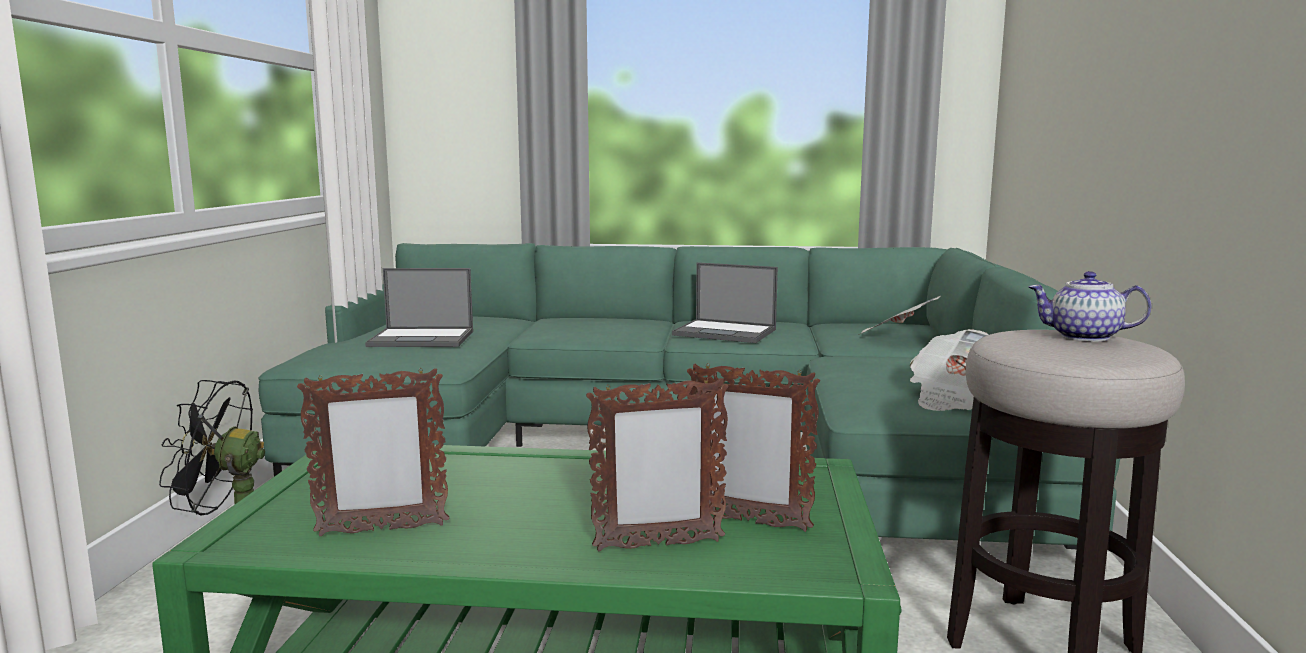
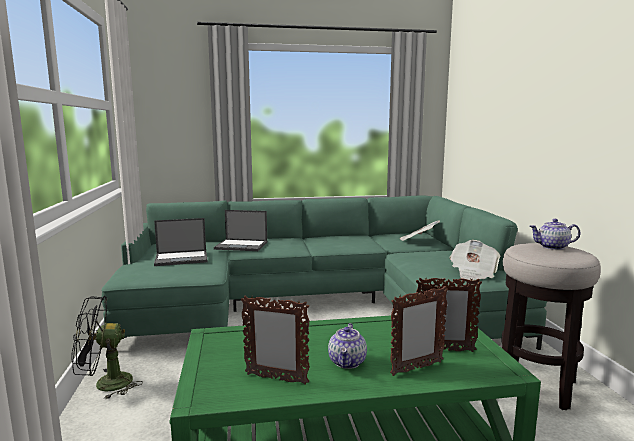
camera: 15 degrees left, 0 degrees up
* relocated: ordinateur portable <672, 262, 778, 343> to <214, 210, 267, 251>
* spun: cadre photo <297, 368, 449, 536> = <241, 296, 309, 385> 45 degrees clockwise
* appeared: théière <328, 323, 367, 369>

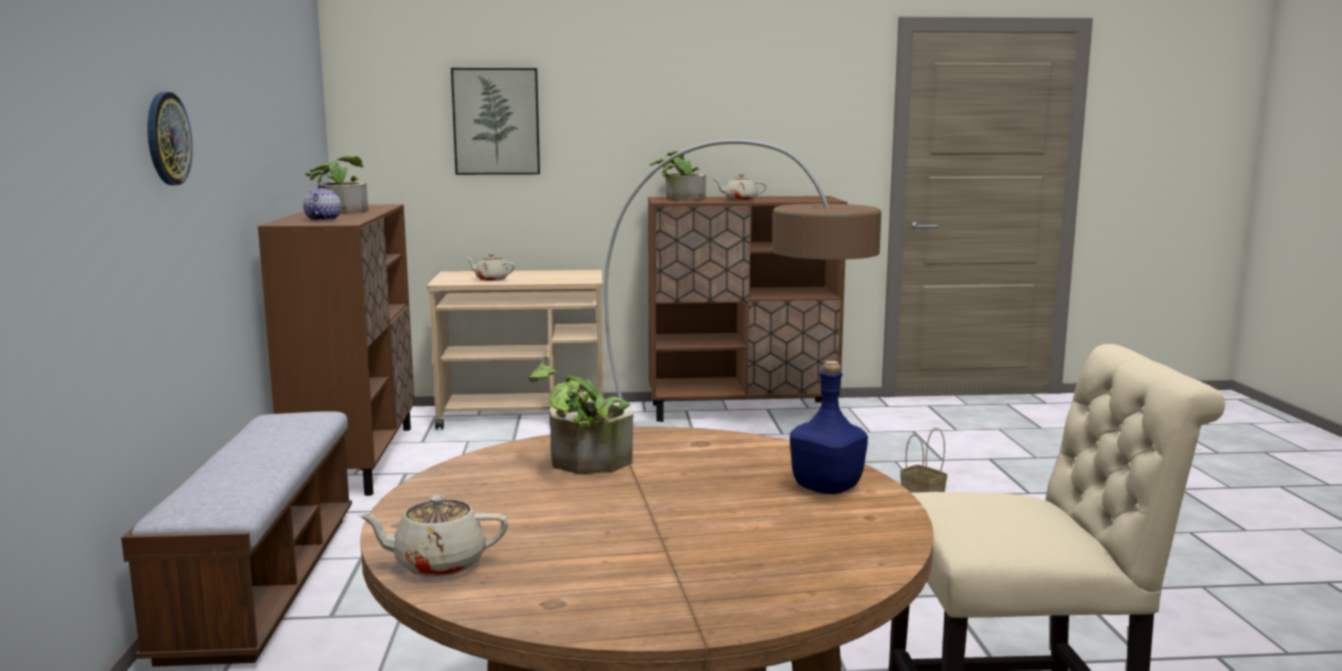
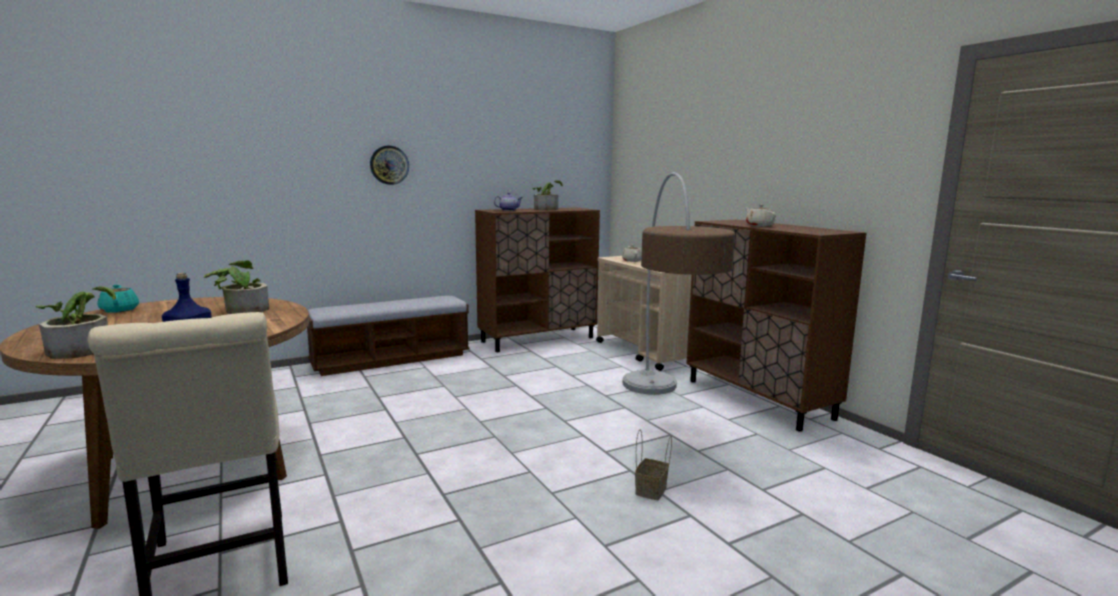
camera: 65 degrees right, 0 degrees up
* missing: tableau <451, 68, 540, 175>
* relocated: plante en pot <649, 151, 706, 201> to <36, 286, 116, 359>
* colour: théière [beige] <358, 495, 508, 577> to théière [turquoise] <98, 284, 139, 313>

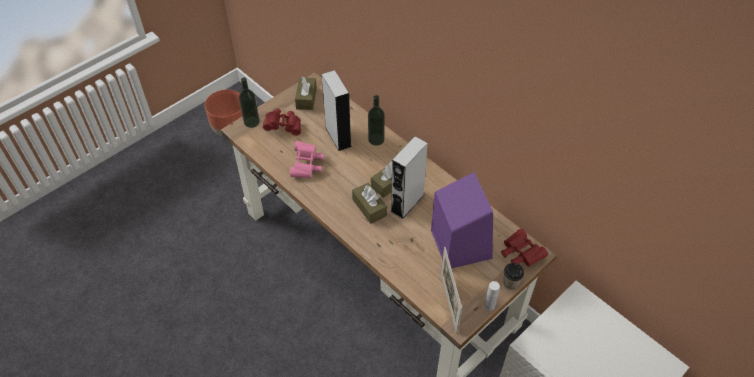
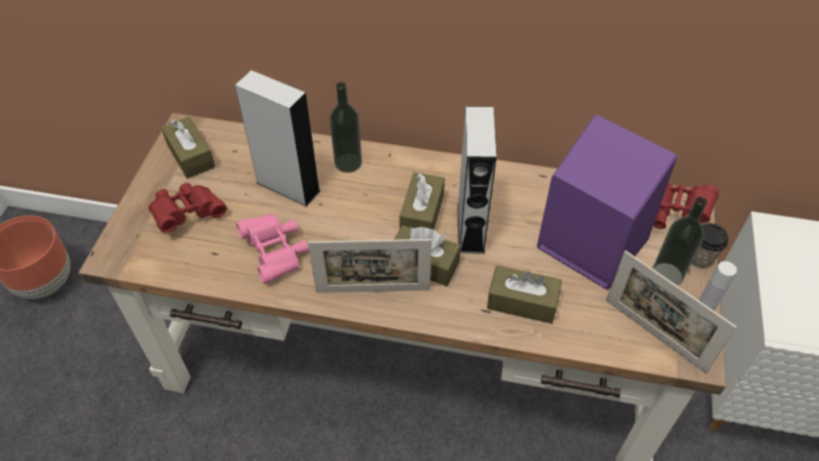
camera: 35 degrees left, 0 degrees up
* relocated: bouteille <239, 77, 260, 128> to <652, 197, 707, 286>
* appeared: cadre photo <308, 239, 432, 293>
* appeared: boîte à mouchoirs [marron] <487, 265, 562, 324>

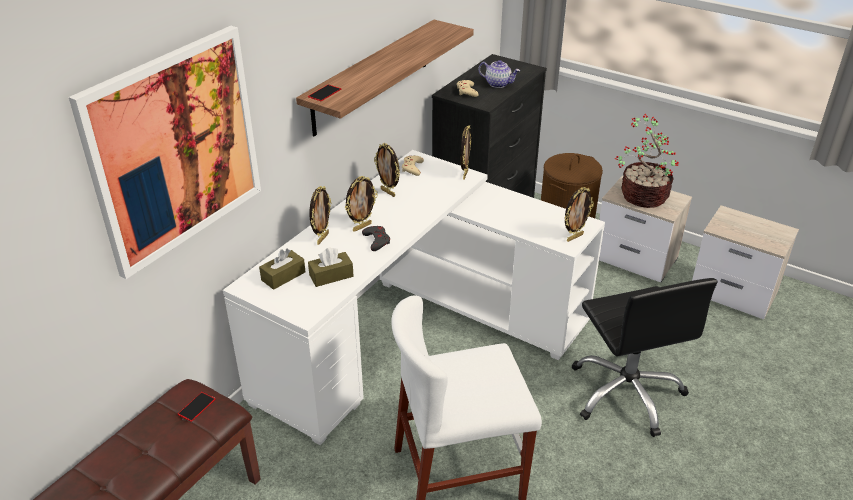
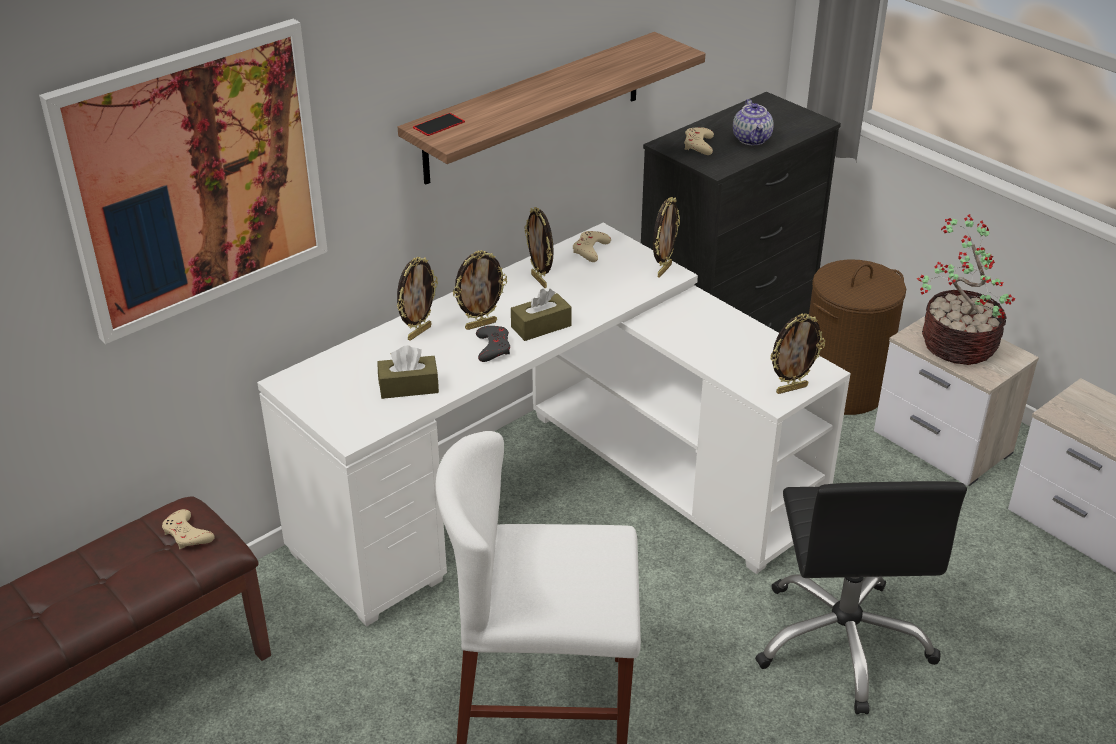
camera: 15 degrees right, 0 degrees up
* spun: théière <478, 60, 520, 88> = <733, 99, 774, 145> 45 degrees clockwise
* relocated: boîte à mouchoirs [marron] <259, 248, 305, 290> to <511, 289, 572, 341>
* exchanged: téléphone <178, 392, 216, 422> to manette [beige] <162, 509, 215, 550>

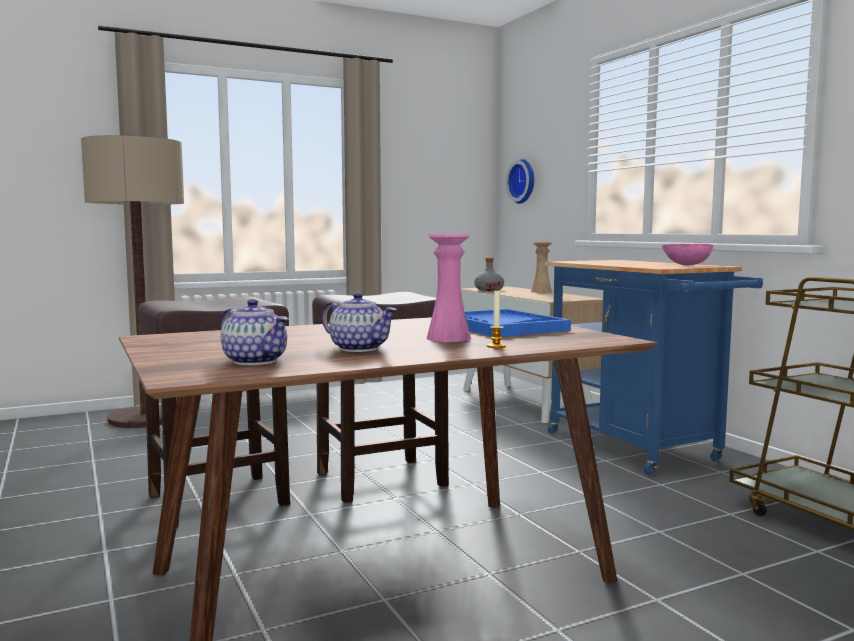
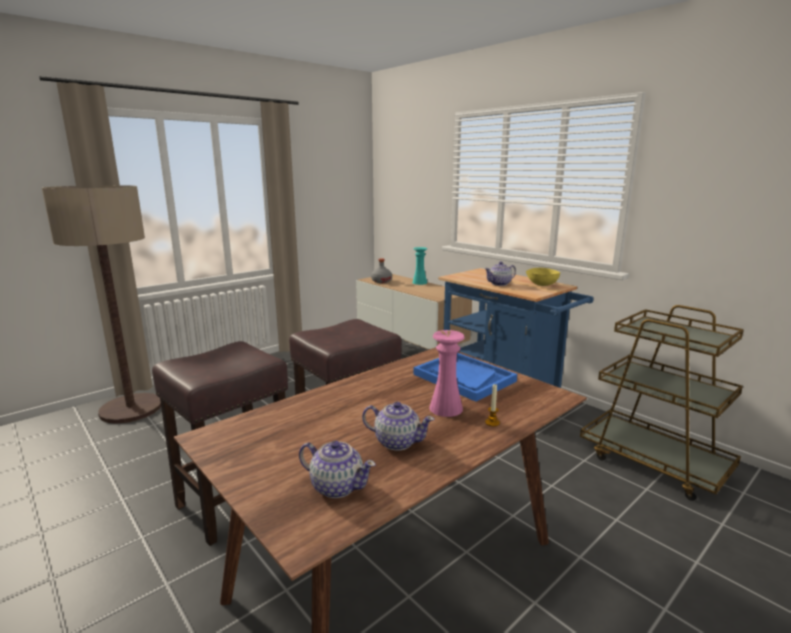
camera: 15 degrees left, 10 degrees up
* missing: horloge murale <506, 158, 534, 204>
* colour: vase [beige] <531, 242, 552, 293> to vase [turquoise] <412, 247, 427, 285>
* colour: bol [rose] <662, 244, 713, 265> to bol [jaune] <526, 268, 560, 286>
* appeared: théière <485, 261, 516, 286>

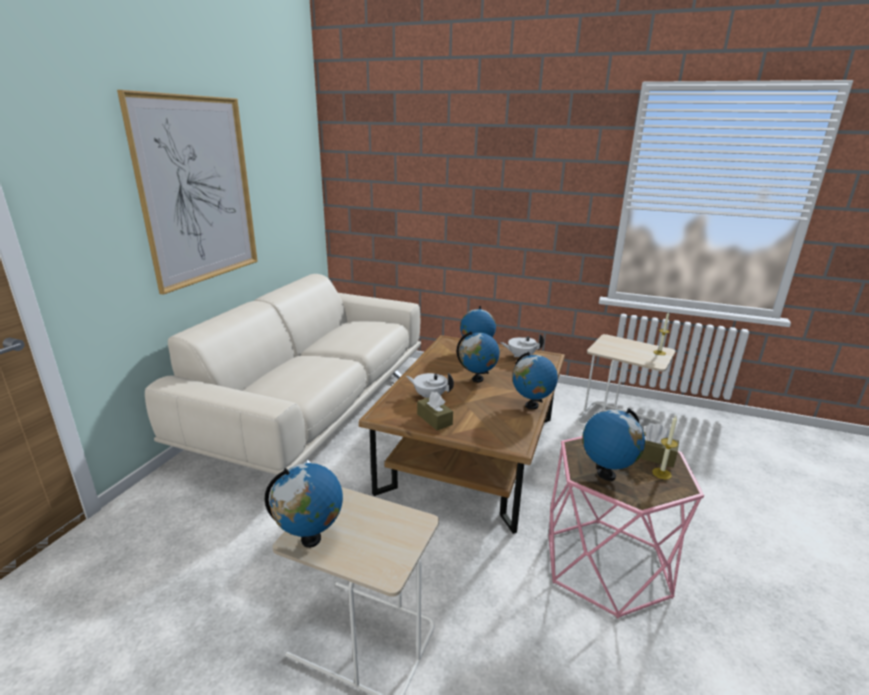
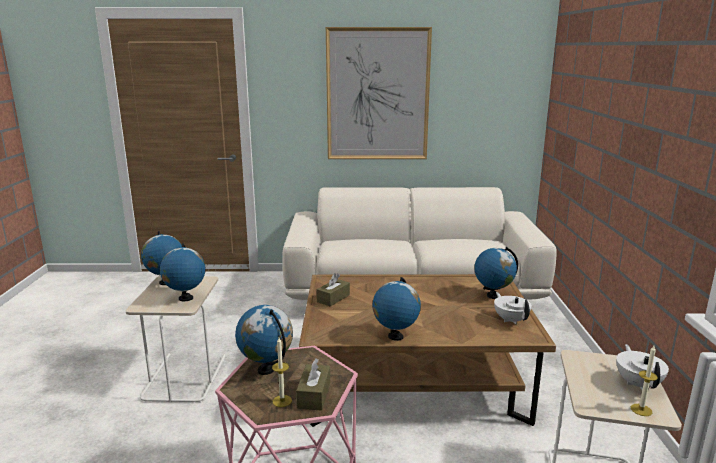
camera: 70 degrees right, 5 degrees down
* relocated: globe <457, 331, 500, 382> to <160, 244, 206, 301>
* relocated: théière [blanc] <406, 373, 454, 398> to <616, 344, 669, 390>

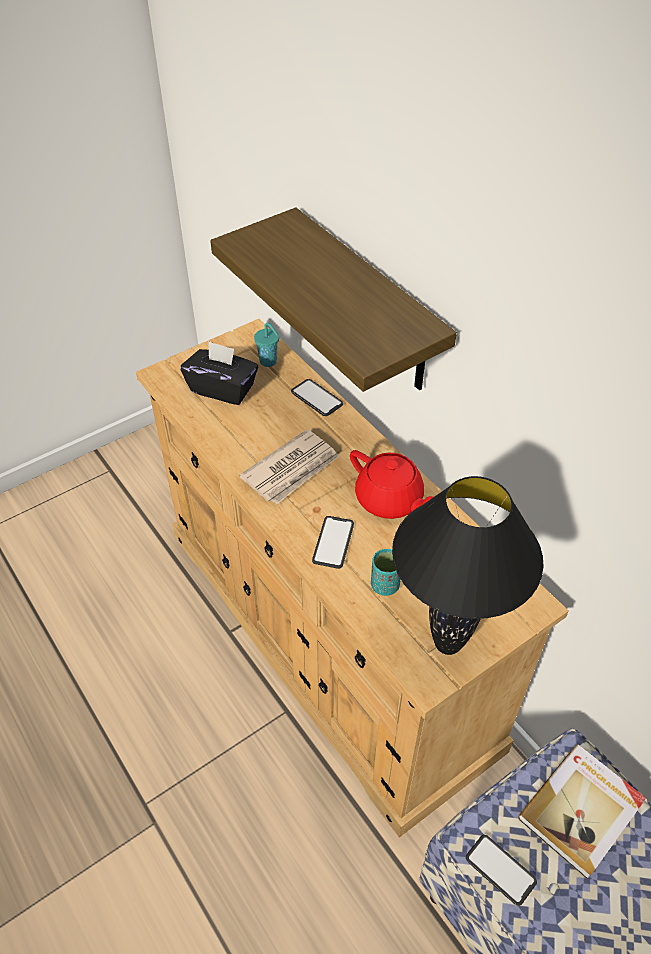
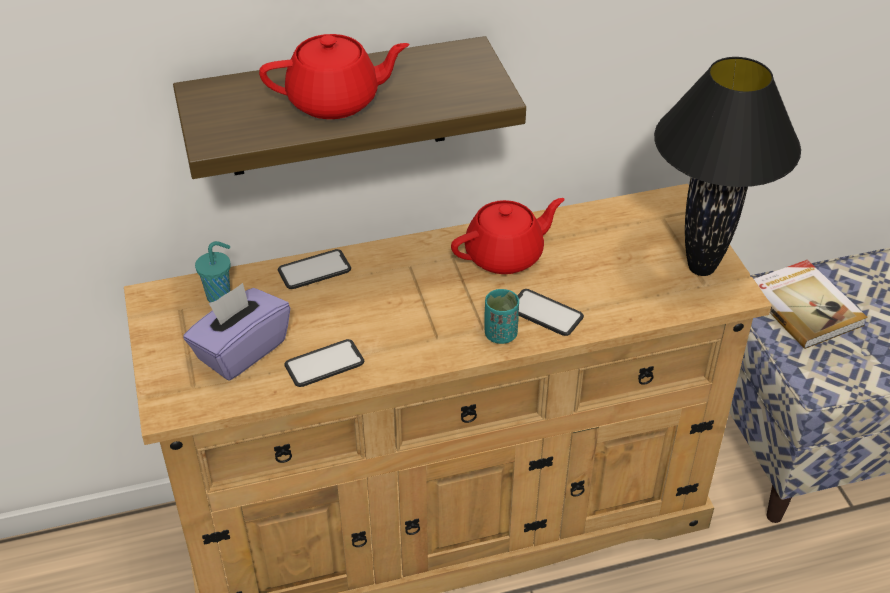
camera: 70 degrees left, 5 degrees down
* colour: boîte à mouchoirs [noir] <181, 341, 258, 405> to boîte à mouchoirs [violet] <183, 283, 290, 381>
* missing: journal <239, 429, 340, 505>
* relocated: tasse [turquoise] <371, 549, 401, 596> to <485, 289, 519, 344>
* relocated: téléphone <466, 835, 537, 906> to <284, 339, 364, 387>
* appeared: théière [rouge] <259, 34, 410, 119>

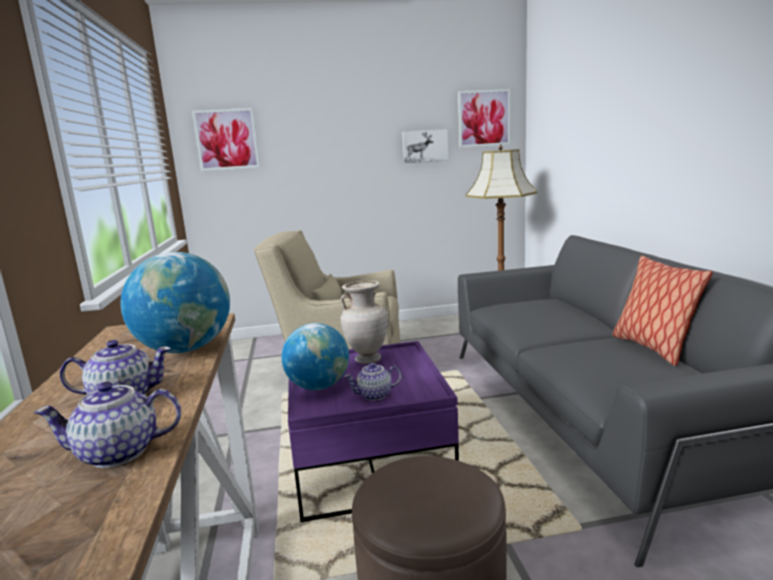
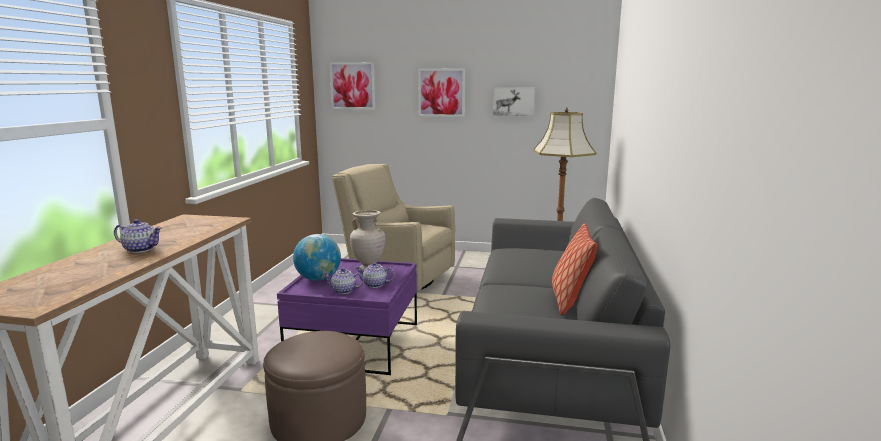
camera: 20 degrees right, 0 degrees up
* relocated: tableau <458, 89, 510, 148> to <418, 69, 465, 117>
* missing: globe <121, 252, 230, 353>
* relocated: théière <34, 382, 181, 468> to <355, 262, 395, 288>

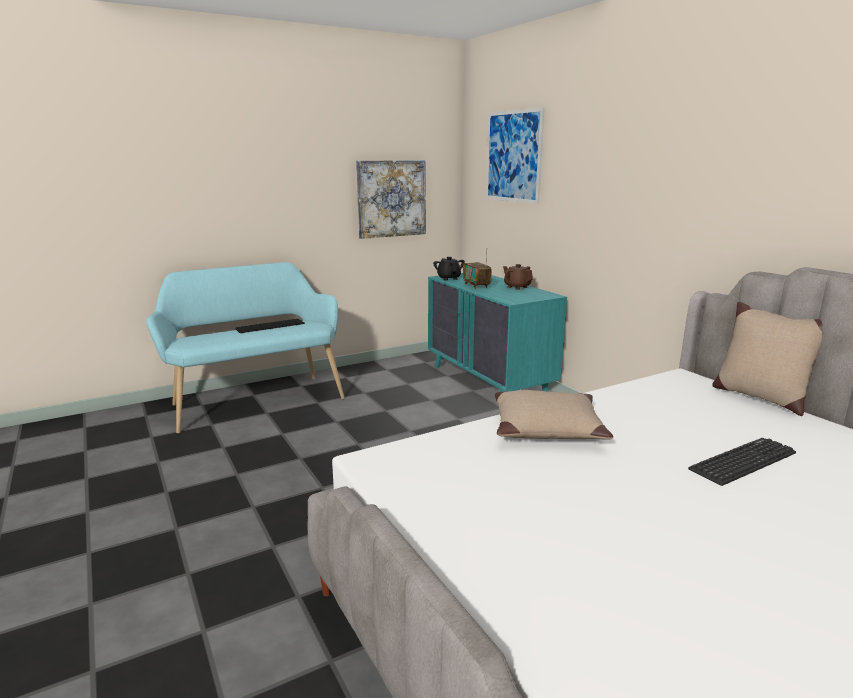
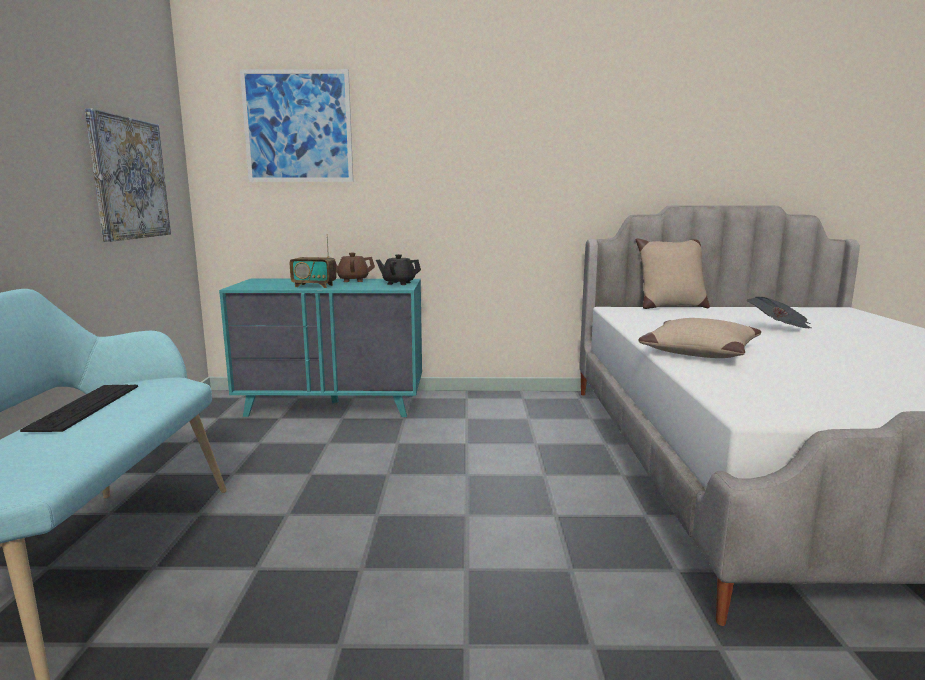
camera: 60 degrees left, 5 degrees down
* relocated: théière [noir] <433, 257, 465, 280> to <376, 254, 421, 285>
* exchanged: clavier <688, 438, 796, 486> to journal <747, 297, 811, 328>

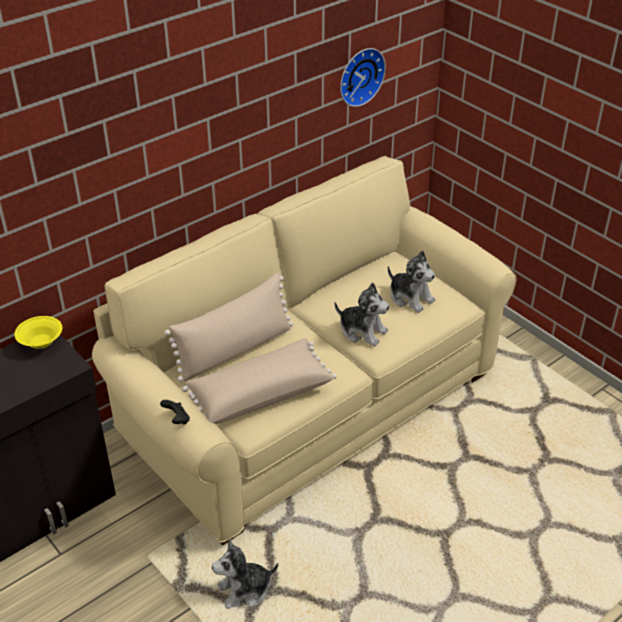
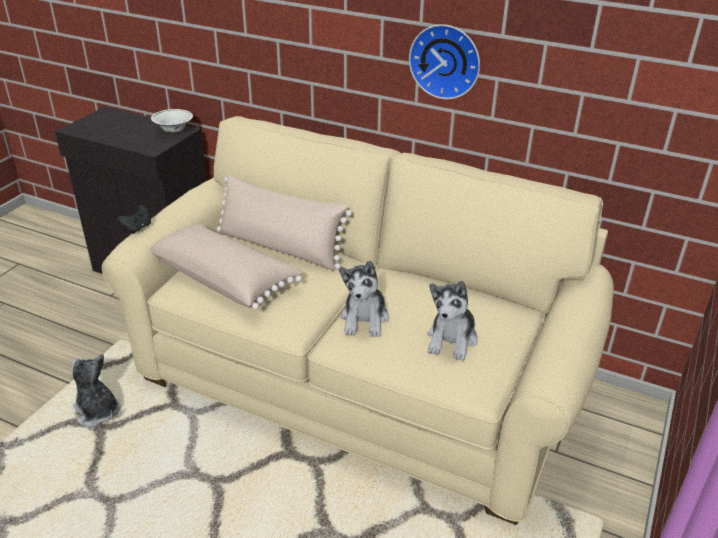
camera: 65 degrees right, 5 degrees down
* relocated: horloge murale <340, 48, 386, 107> to <409, 24, 480, 99>
* colour: bol [jaune] <14, 316, 62, 349> to bol [blanc] <151, 109, 193, 133>

